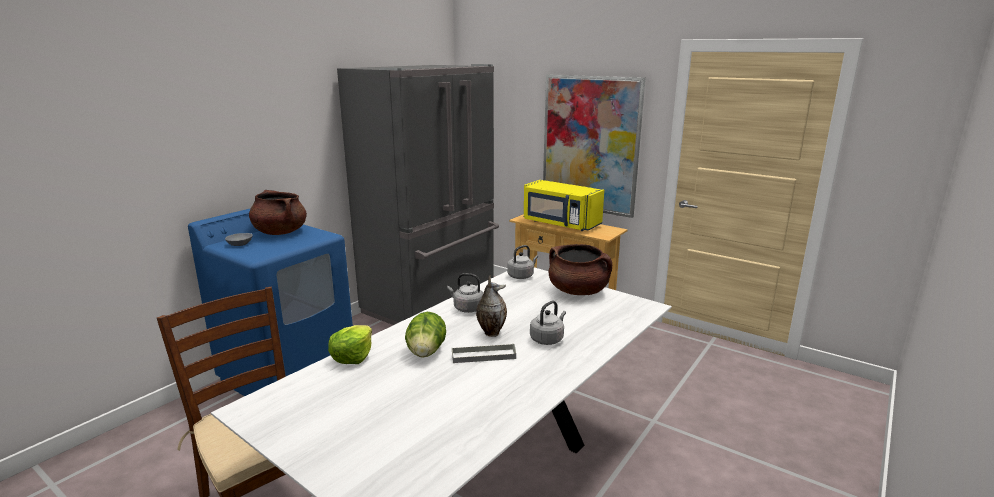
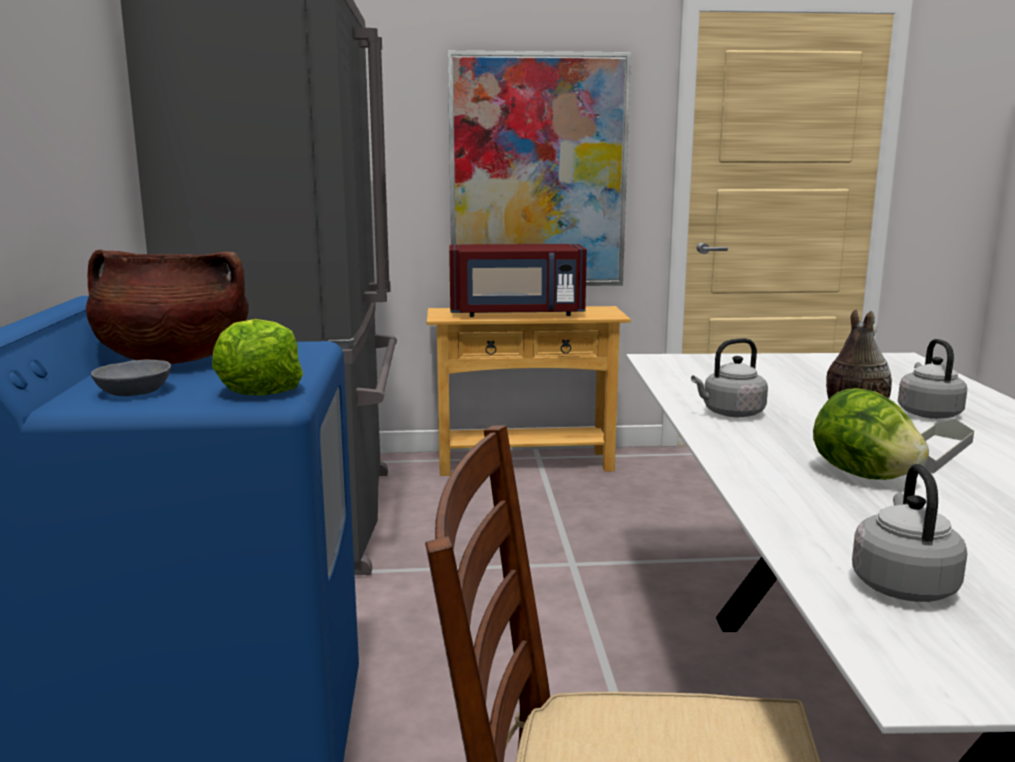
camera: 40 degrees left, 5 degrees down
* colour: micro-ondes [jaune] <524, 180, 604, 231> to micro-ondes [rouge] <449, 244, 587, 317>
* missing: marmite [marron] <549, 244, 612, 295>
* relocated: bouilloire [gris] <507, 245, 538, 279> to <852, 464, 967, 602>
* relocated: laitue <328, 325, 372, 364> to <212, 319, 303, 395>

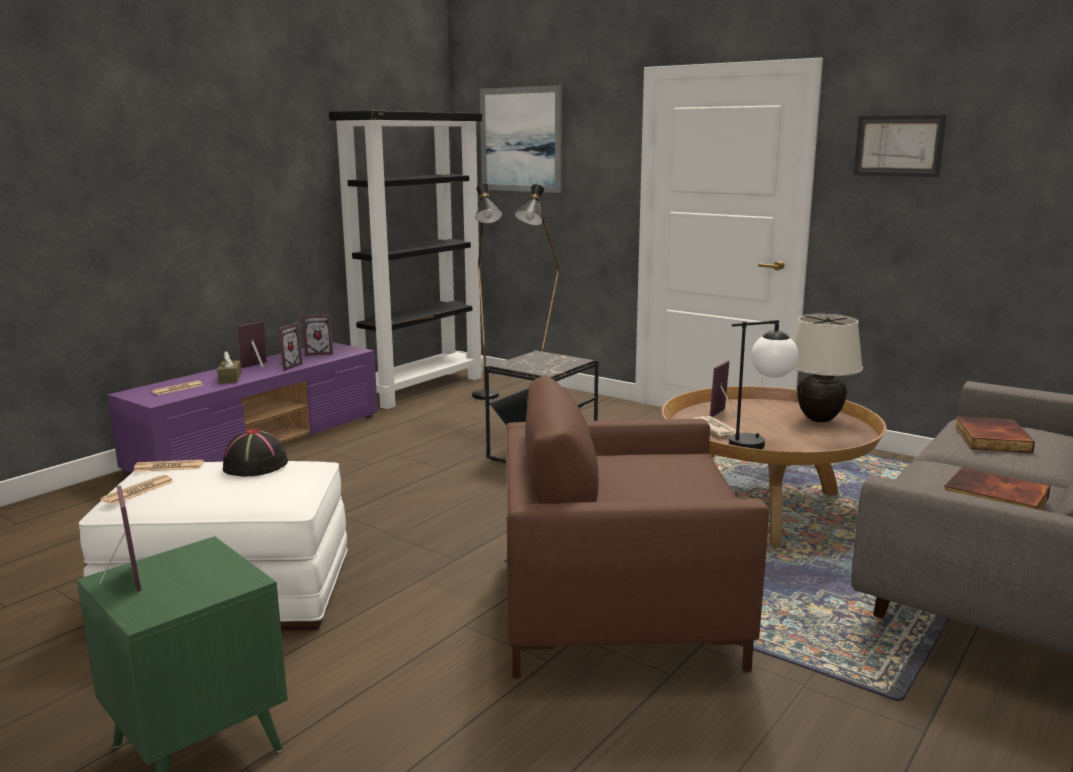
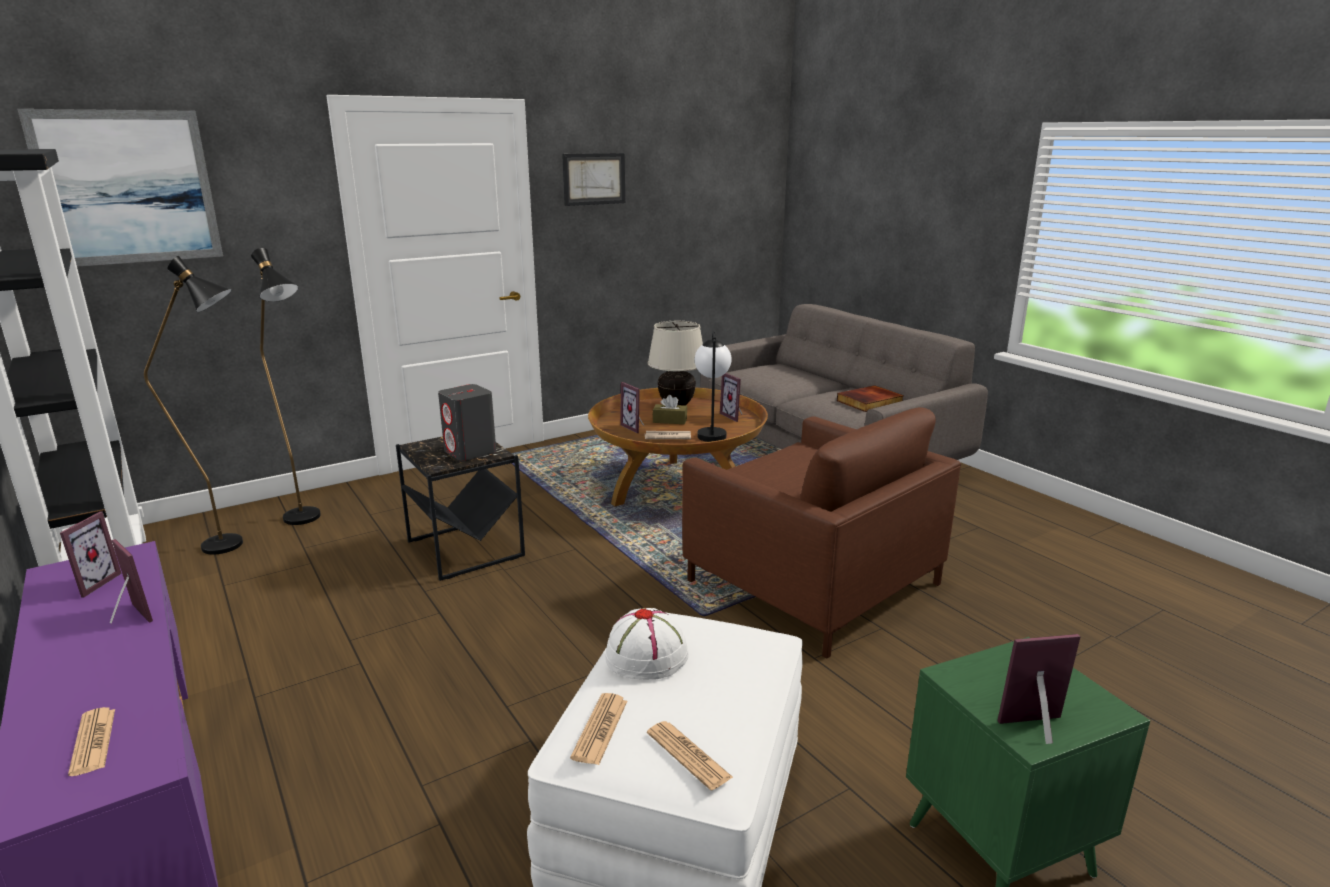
camera: 70 degrees left, 5 degrees up
* relocated: cadre photo <238, 321, 267, 368> to <720, 373, 743, 422>
* relocated: boîte à mouchoirs [marron] <217, 351, 241, 384> to <653, 395, 687, 424>
* spun: fauteuil [marron] <506, 375, 769, 678> = <682, 407, 961, 658> 60 degrees counterclockwise
* missing: livre <955, 416, 1035, 453>
* colour: chapeau [noir] <223, 429, 288, 477> to chapeau [blanc] <605, 608, 689, 680>
* appeared: enceinte [gris] <438, 384, 496, 461>

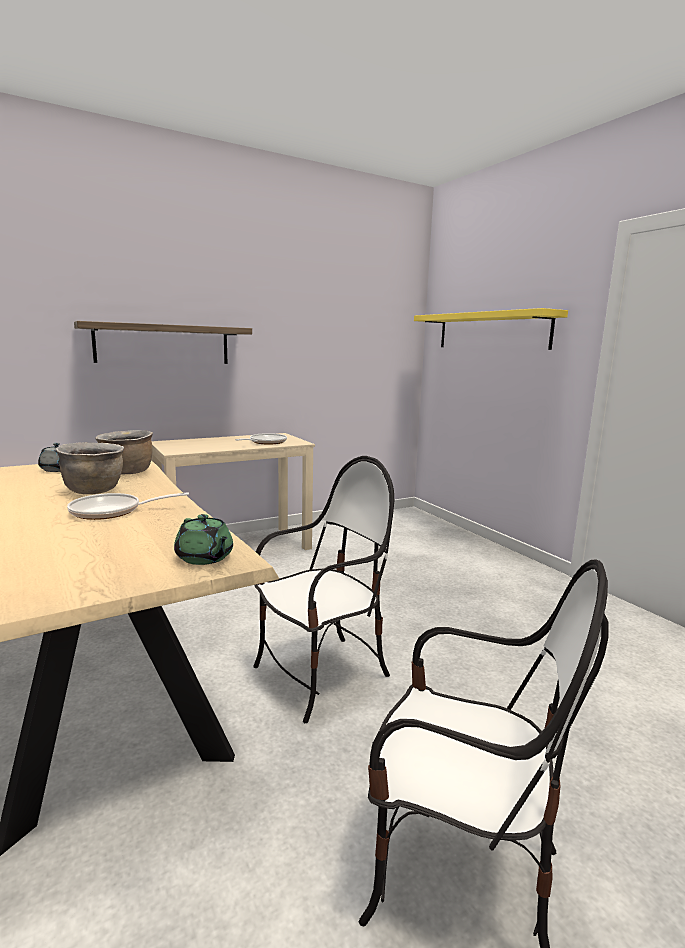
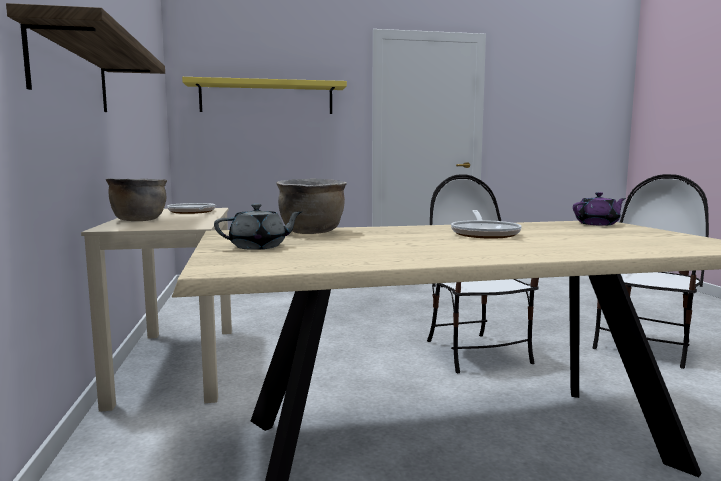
camera: 70 degrees left, 5 degrees down
* relocated: marmite [marron] <56, 442, 124, 494> to <106, 178, 167, 221>
* colour: théière [vert] <174, 514, 233, 565> to théière [violet] <573, 192, 626, 226>

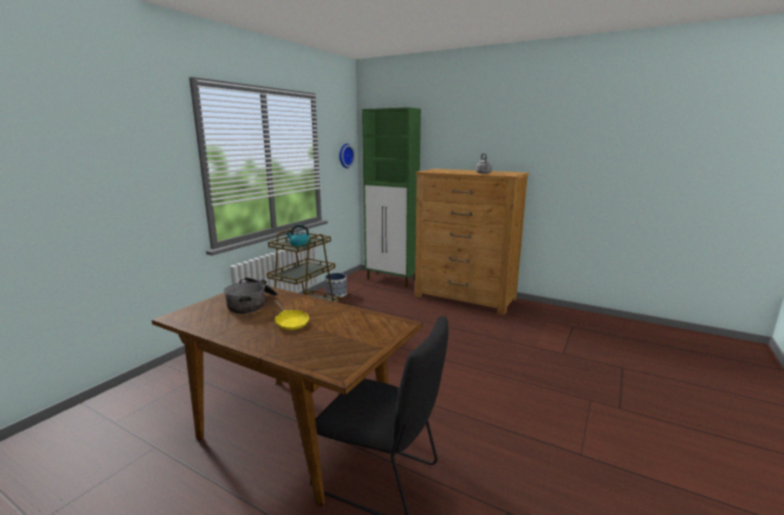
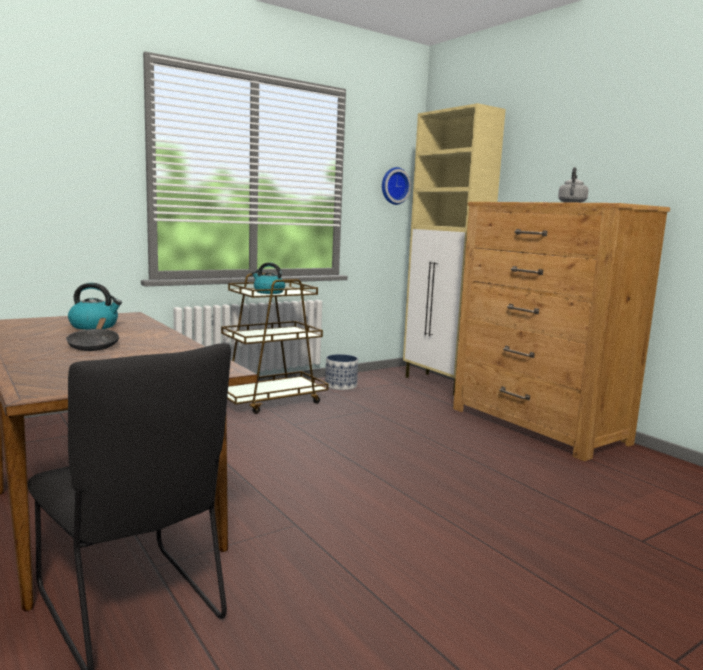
camera: 25 degrees right, 5 degrees down
* colour: meuble de rangement [vert] <362, 107, 421, 287> to meuble de rangement [beige] <403, 103, 506, 395>
* exchanged: marmite <224, 277, 278, 314> to bouilloire <68, 283, 122, 330>
* colour: poêle [jaune] <274, 300, 309, 330> to poêle [noir] <66, 318, 120, 351>

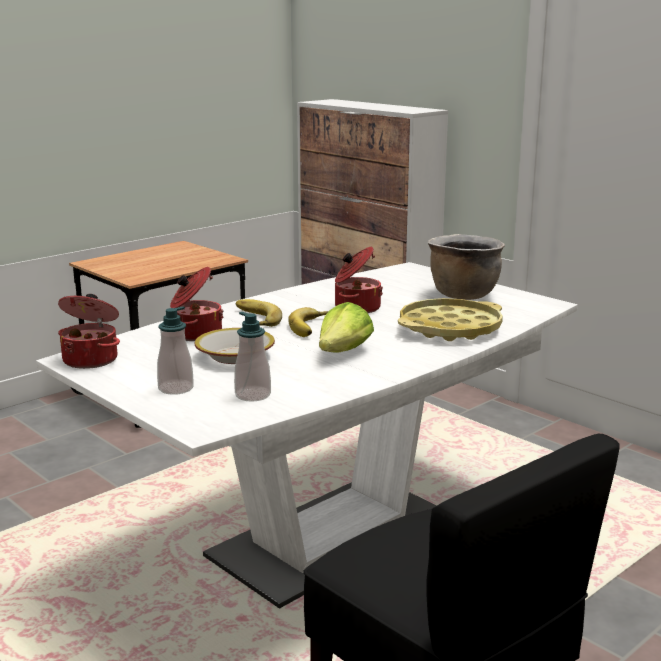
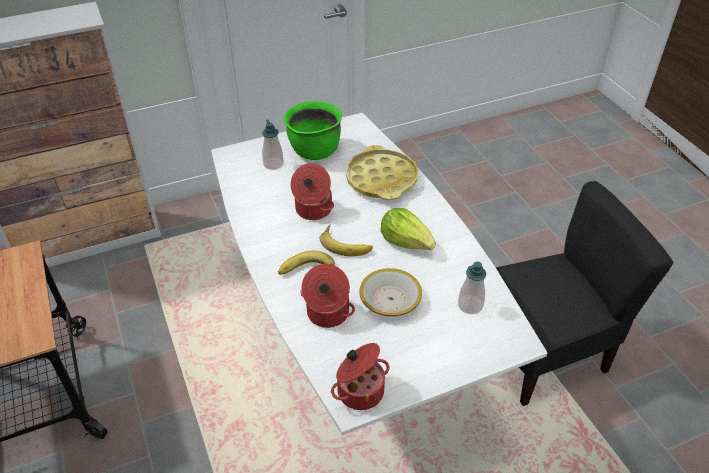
camera: 70 degrees left, 25 degrees up
* colour: marmite [marron] <428, 234, 505, 300> to marmite [vert] <284, 101, 342, 160>
* relocated: distributeur de savon <157, 306, 194, 395> to <262, 119, 284, 170>

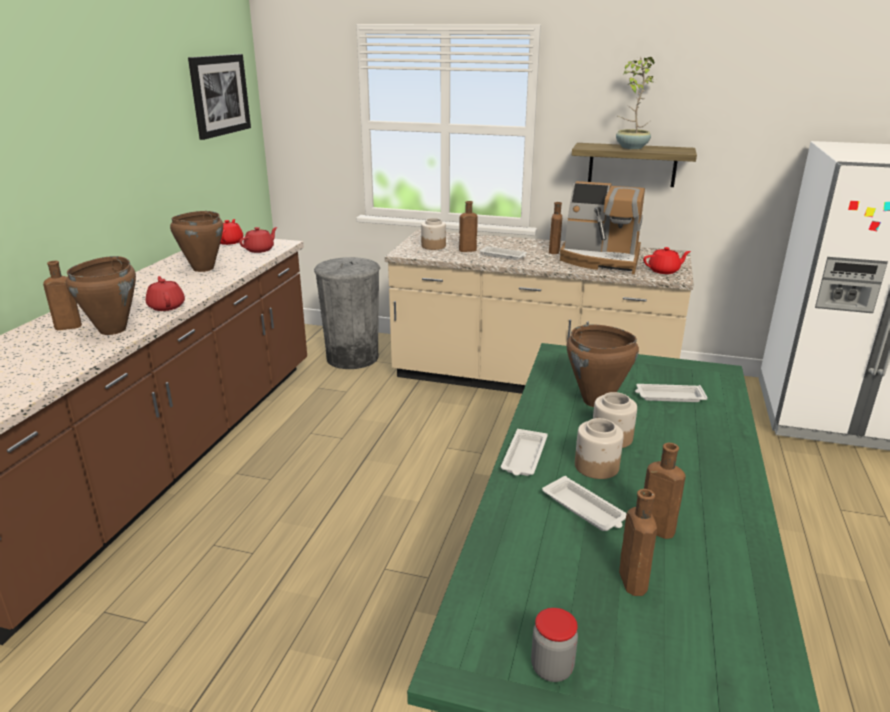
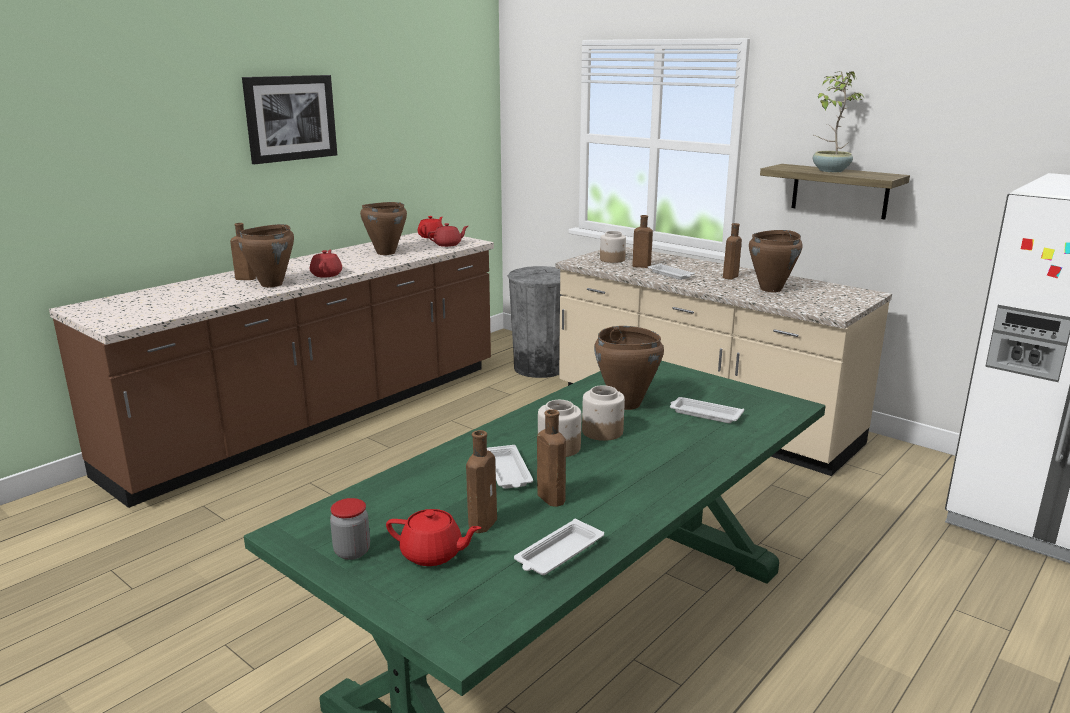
camera: 25 degrees right, 5 degrees down
* relocated: tableau <188, 54, 251, 140> to <242, 75, 337, 164>
* exchanged: machine à café <560, 181, 645, 274> to marmite [marron] <749, 230, 803, 292>
* relocated: théière [rouge] <643, 247, 691, 274> to <386, 509, 481, 566>
* relocated: plateau [blanc] <501, 429, 547, 476> to <514, 519, 604, 575>

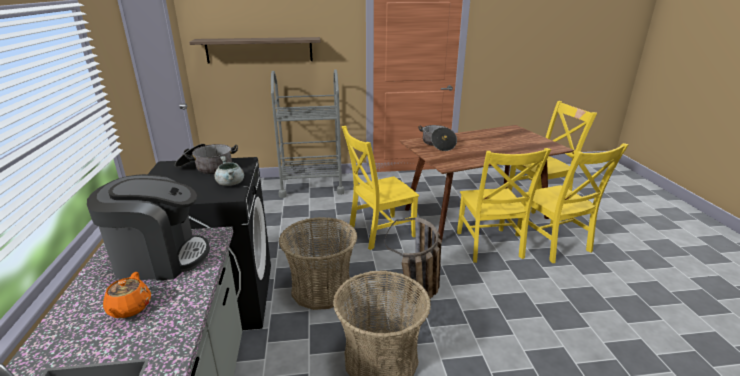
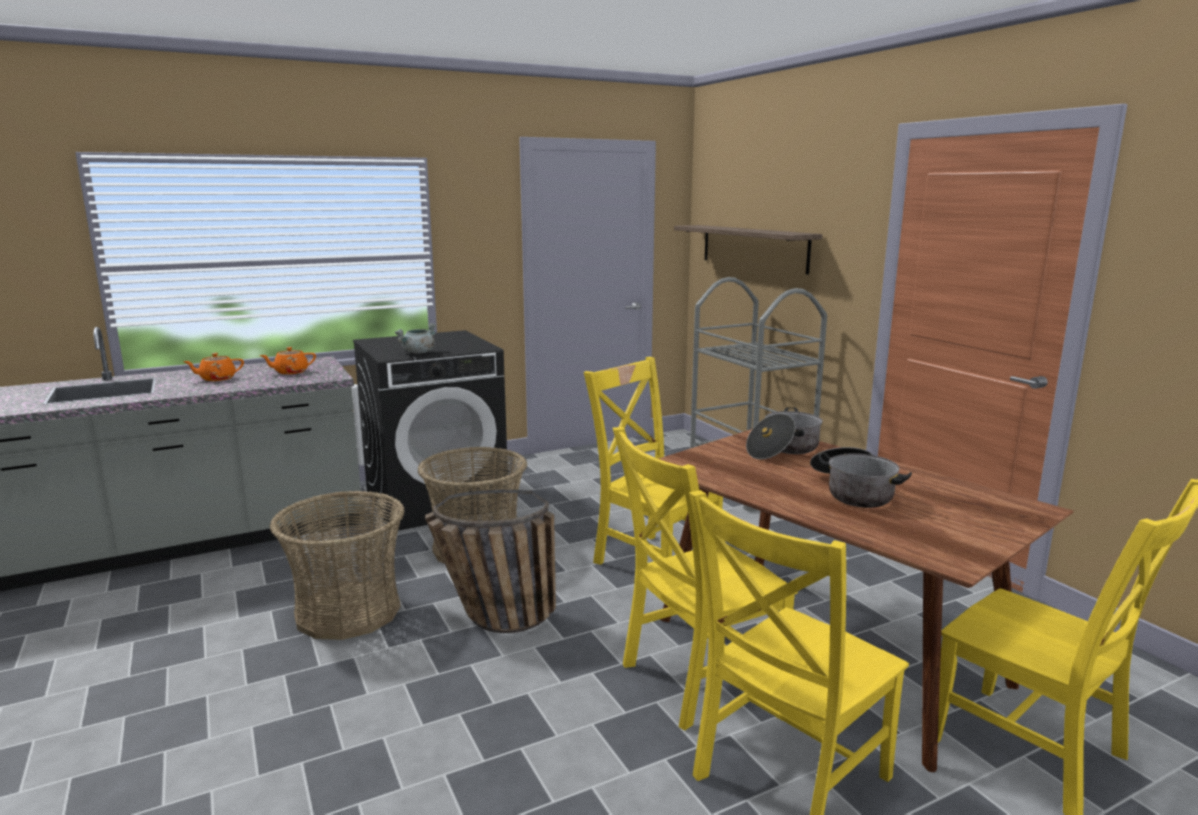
camera: 70 degrees right, 10 degrees down
* relocated: marmite <175, 144, 238, 174> to <810, 447, 912, 508>
* exchanged: machine à café <87, 174, 210, 281> to théière [orange] <260, 347, 316, 374>

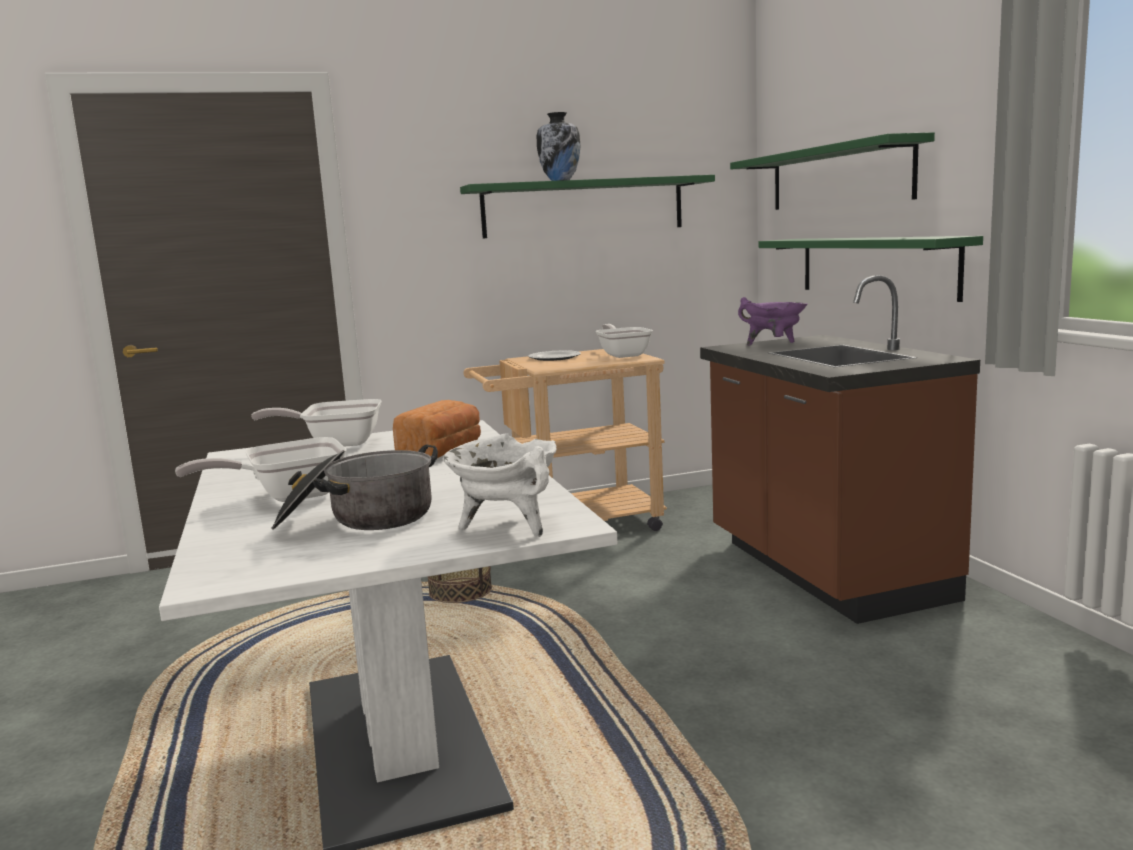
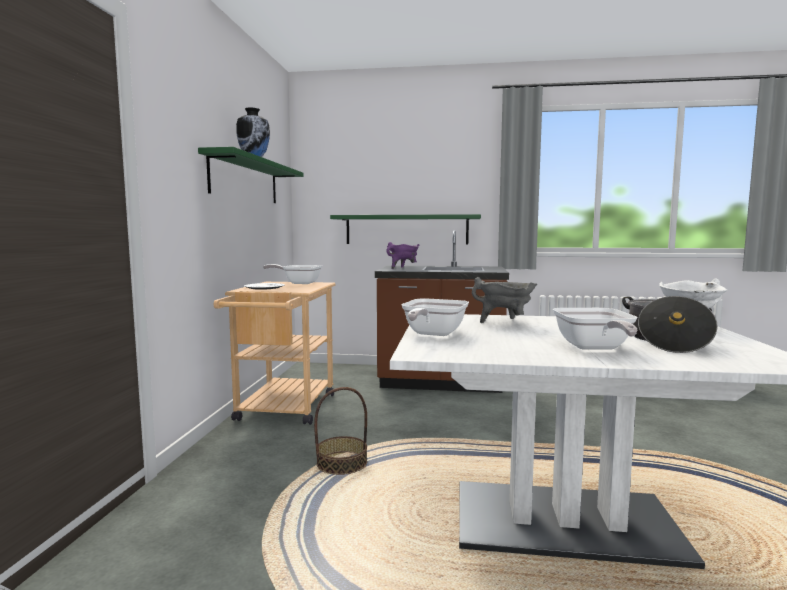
camera: 65 degrees left, 5 degrees down
* missing: étagère [vert] <730, 132, 935, 210>
* exchanged: pain <393, 400, 481, 458> to marmite [gris] <472, 277, 537, 323>

